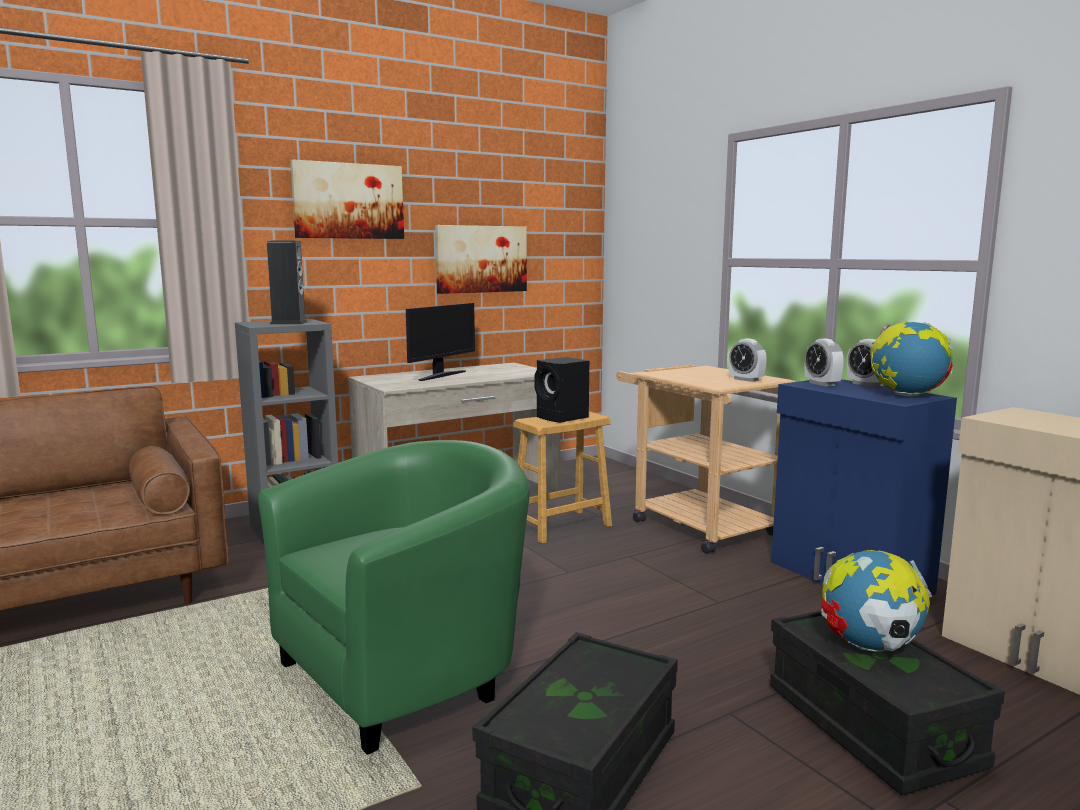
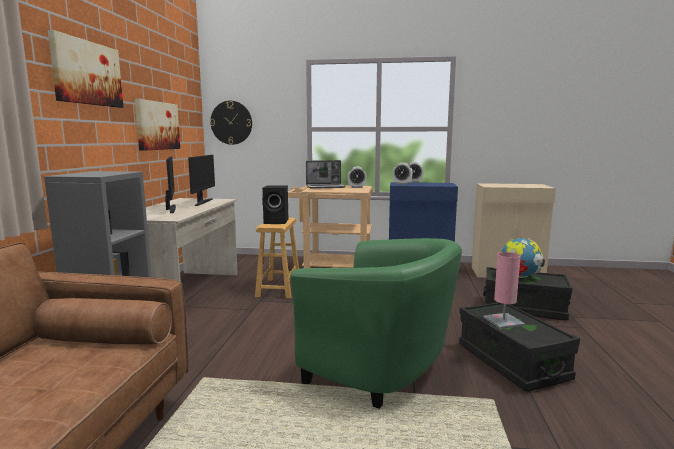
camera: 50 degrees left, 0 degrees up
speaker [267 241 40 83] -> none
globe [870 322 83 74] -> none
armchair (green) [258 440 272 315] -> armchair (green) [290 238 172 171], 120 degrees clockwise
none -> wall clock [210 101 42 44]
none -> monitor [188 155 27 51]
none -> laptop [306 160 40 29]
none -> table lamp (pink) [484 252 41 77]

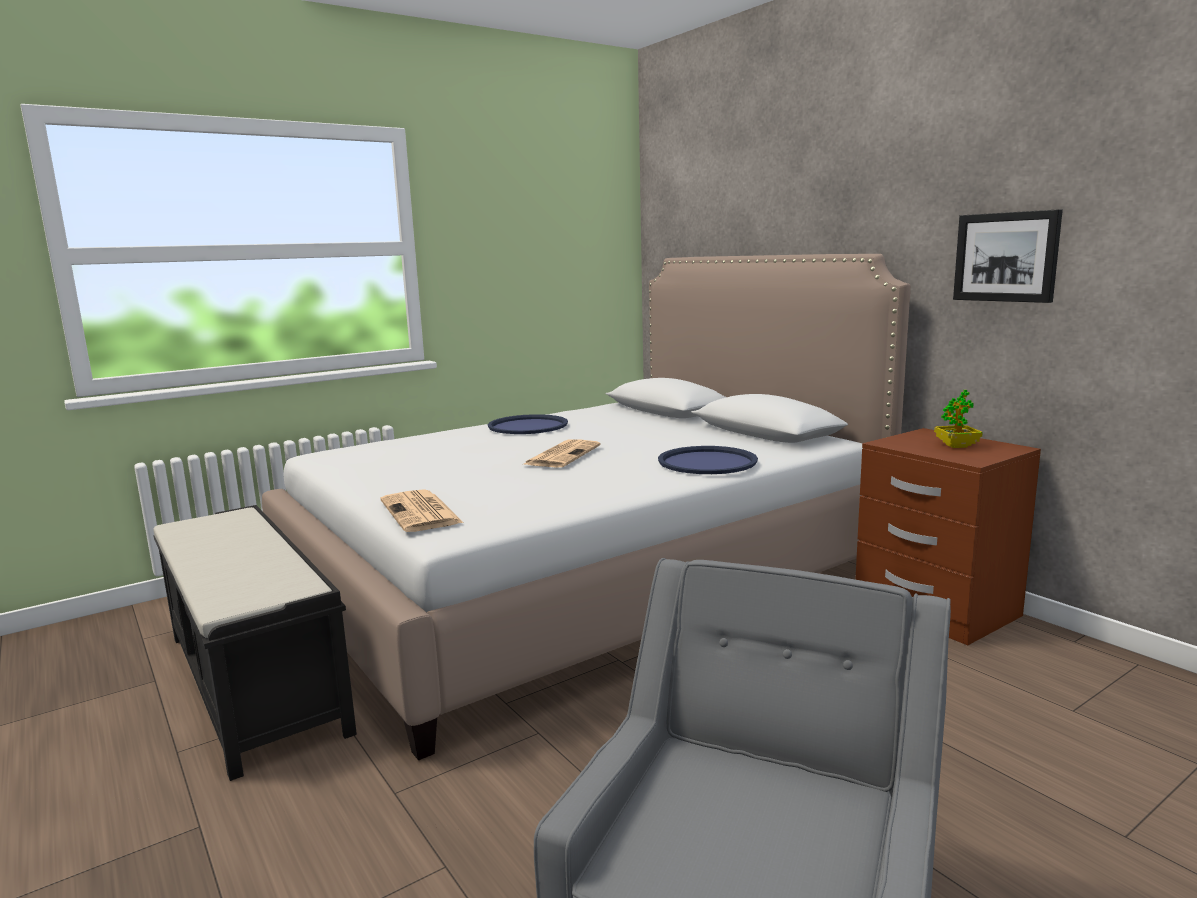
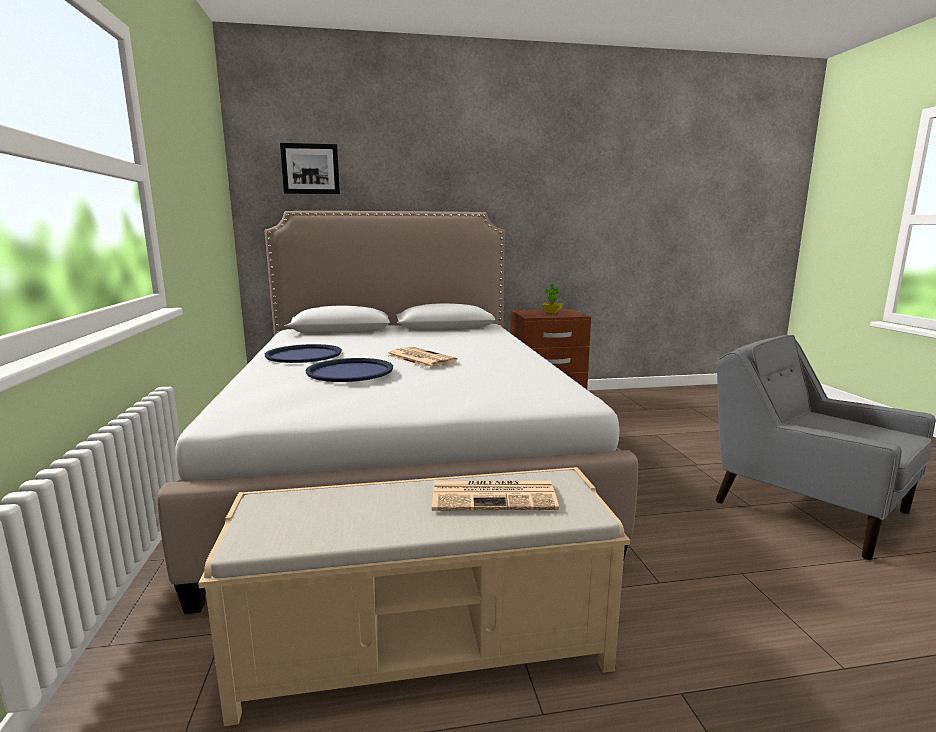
camera: 65 degrees left, 0 degrees up
picture [953 209 110 94] -> picture [280 143 60 51], move
tray (blue) [658 446 100 28] -> tray (blue) [306 358 87 24], move
newspaper [380 489 84 43] -> newspaper [432 480 127 31], move
bench (black) [153 505 204 276] -> bench (beige) [198 467 432 259]

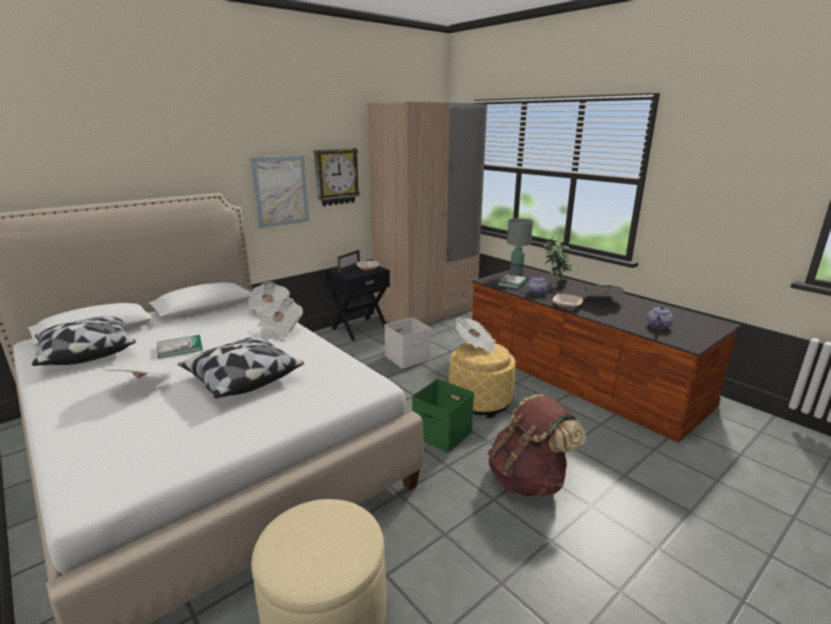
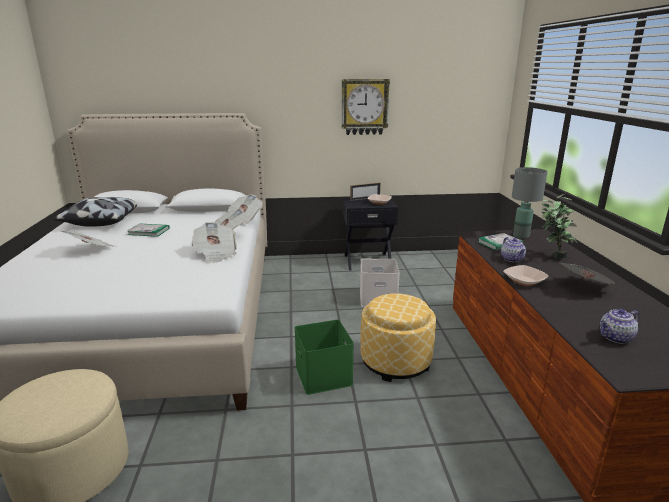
camera: 35 degrees right, 0 degrees up
wardrobe (beige) [368 101 119 223] -> none
picture [250 155 59 73] -> none
newspaper [456 318 40 35] -> newspaper [191 222 46 41], move
pillow [178 337 126 61] -> none
backpack (brown) [488 394 98 104] -> none

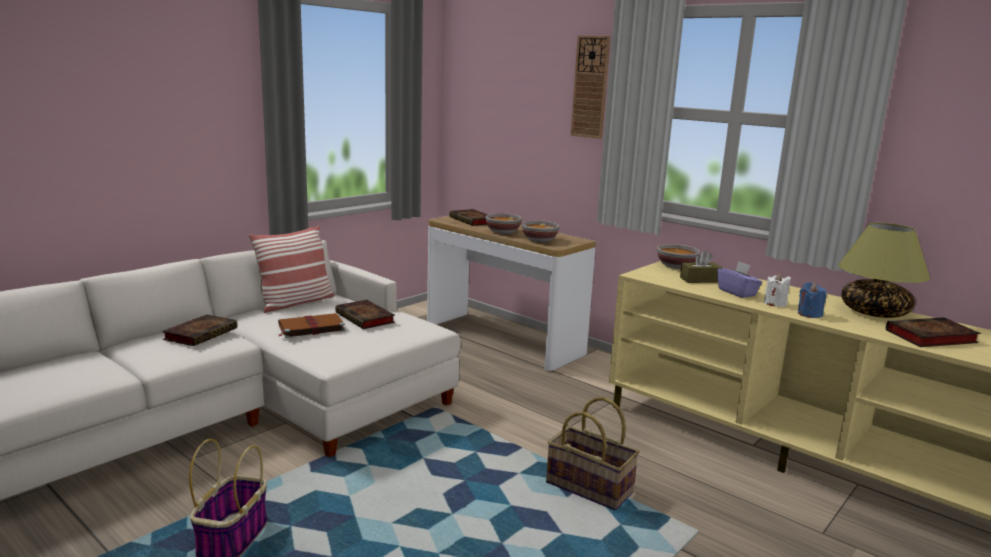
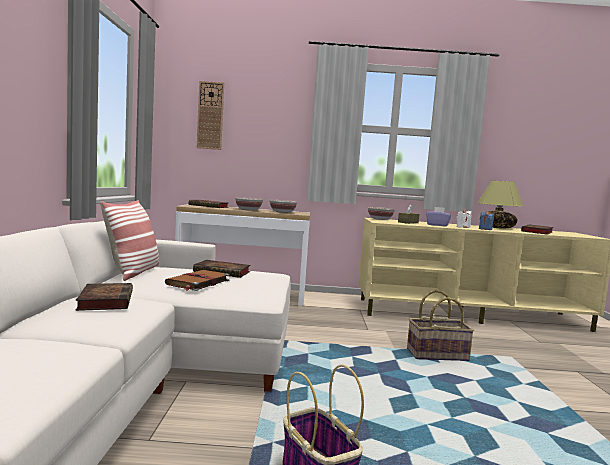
camera: 40 degrees left, 10 degrees down
wall clock [571 36 40 103] -> wall clock [197 81 27 69], move

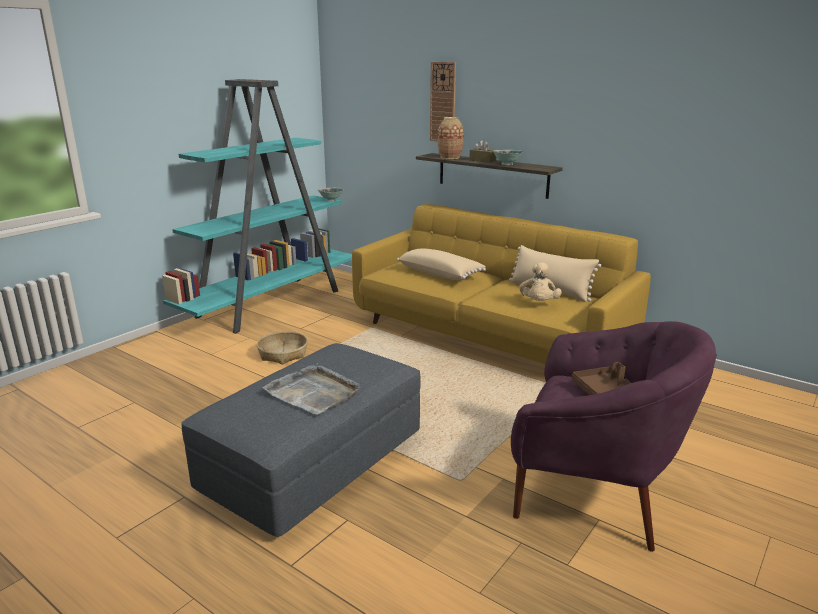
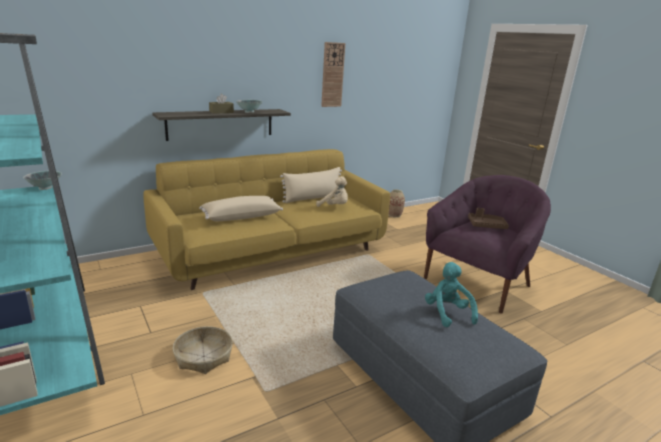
camera: 70 degrees left, 0 degrees up
wall clock [430 62 26 79] -> wall clock [321 42 24 65], move
vase [438 117 26 42] -> vase [388 189 17 29], move
tray (grey) [263 364 98 51] -> plush toy (turquoise) [425 262 53 65]

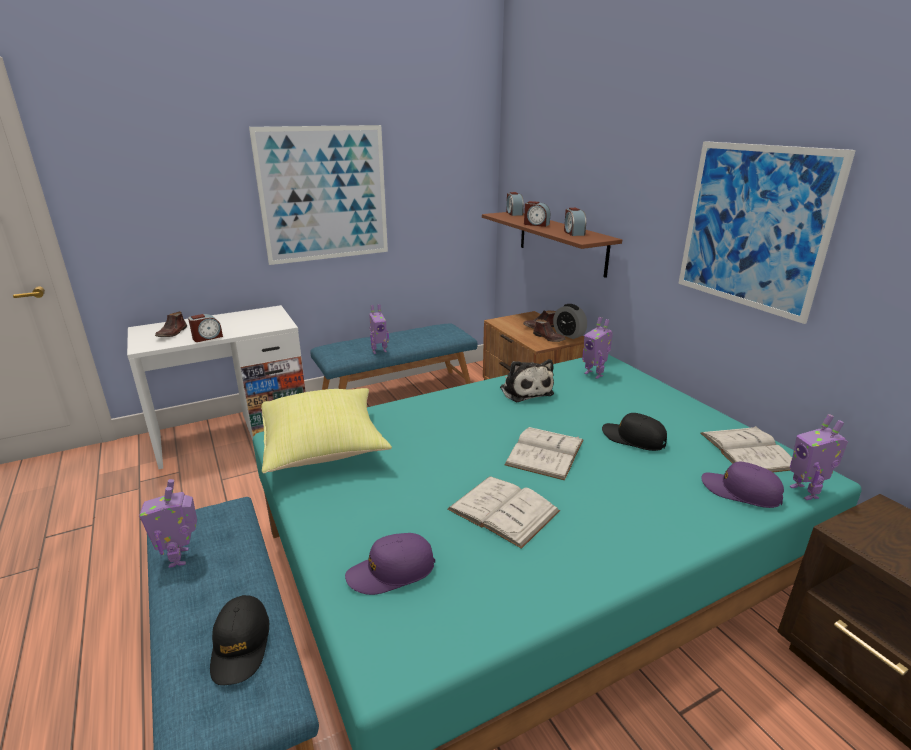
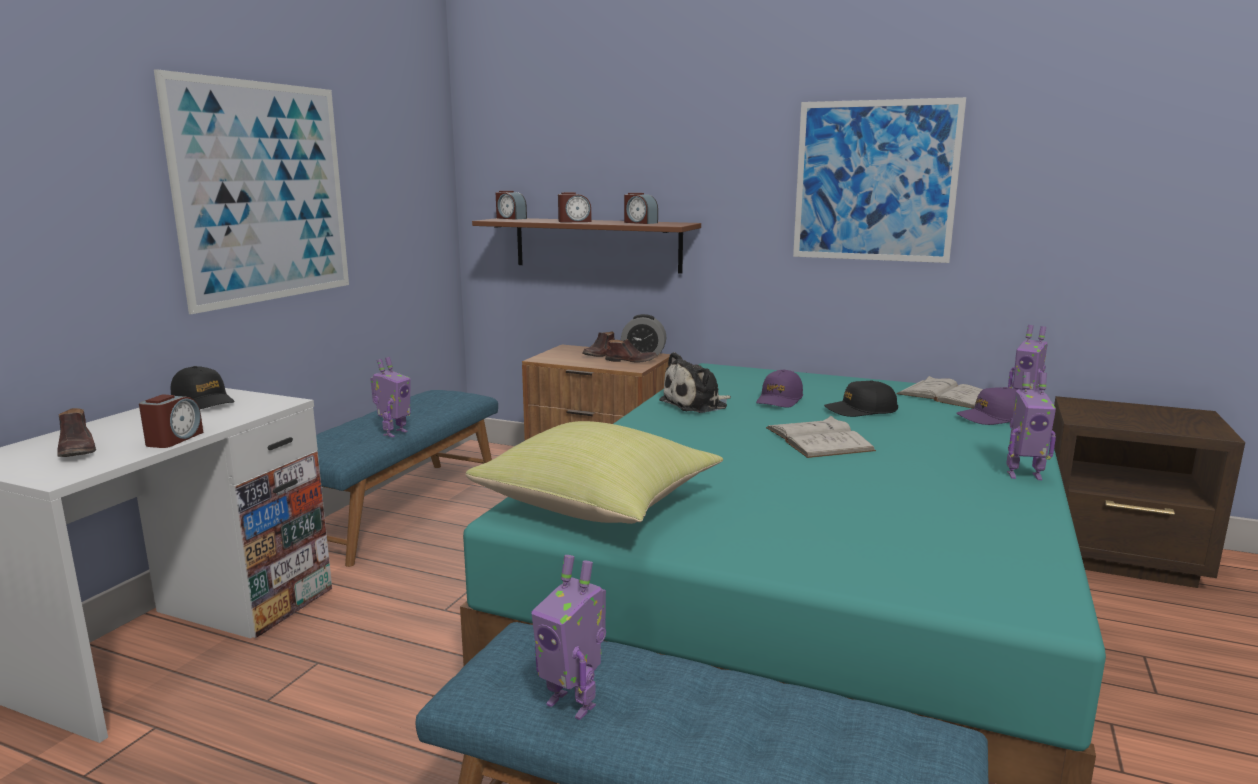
camera: 40 degrees left, 10 degrees down
toy robot [582 317 31 62] -> toy robot [1006 372 50 108], move
plush toy [500 359 54 43] -> plush toy [659 352 72 61], 120 degrees clockwise
book (white) [447 476 113 73] -> none
cap (purple) [345 533 90 62] -> cap (purple) [756 370 47 38], move
cap (black) [210 595 59 90] -> cap (black) [171 366 64 43], move

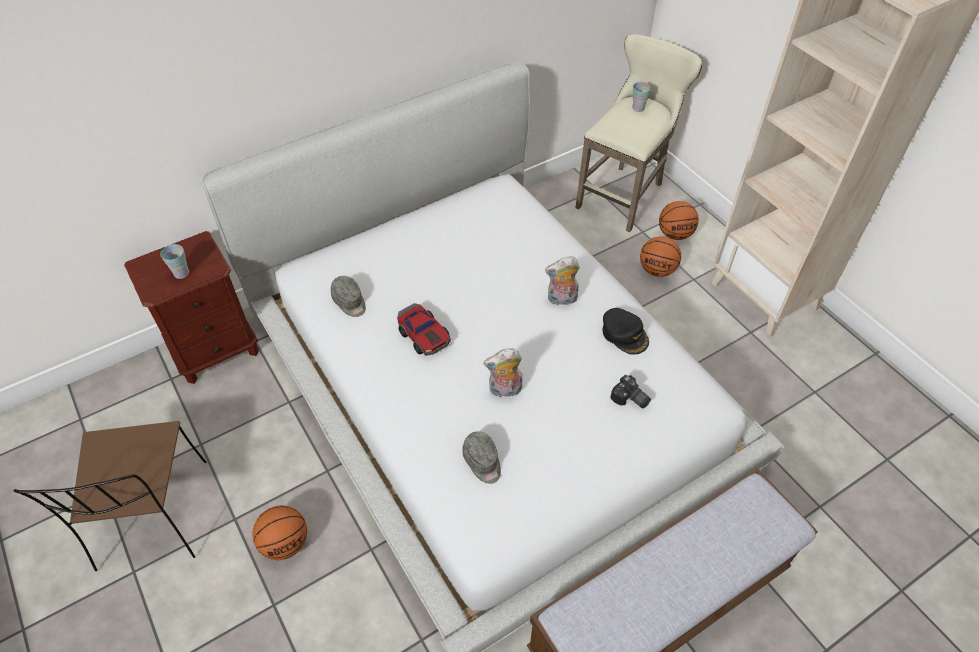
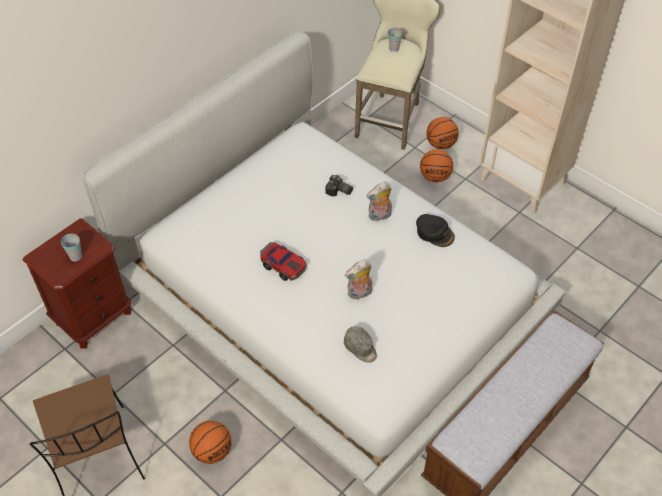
camera: 15 degrees left, 0 degrees up
cap (grey) [331 276 35 41] -> none
photo camera [610 375 41 33] -> photo camera [326 175 27 22], move

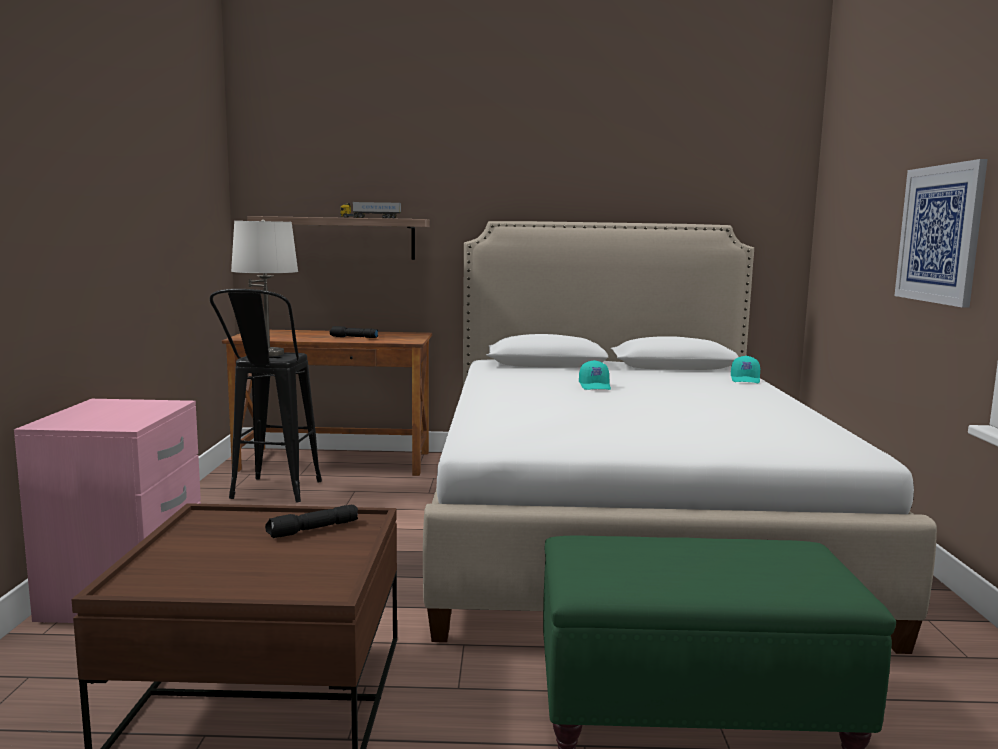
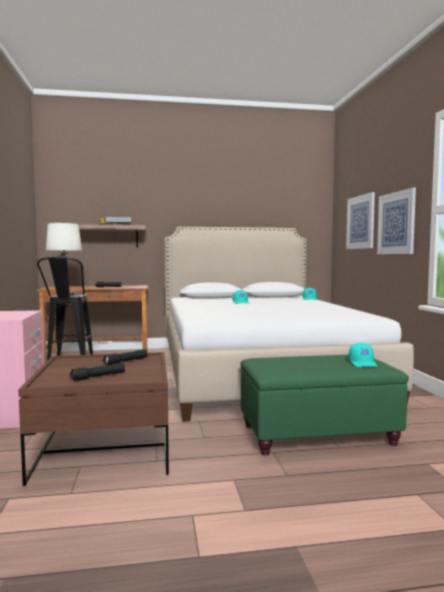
camera: 10 degrees left, 5 degrees down
none -> picture [346 192 29 57]
none -> cap (turquoise) [349 342 28 25]
none -> flashlight (black) [70 363 55 18]

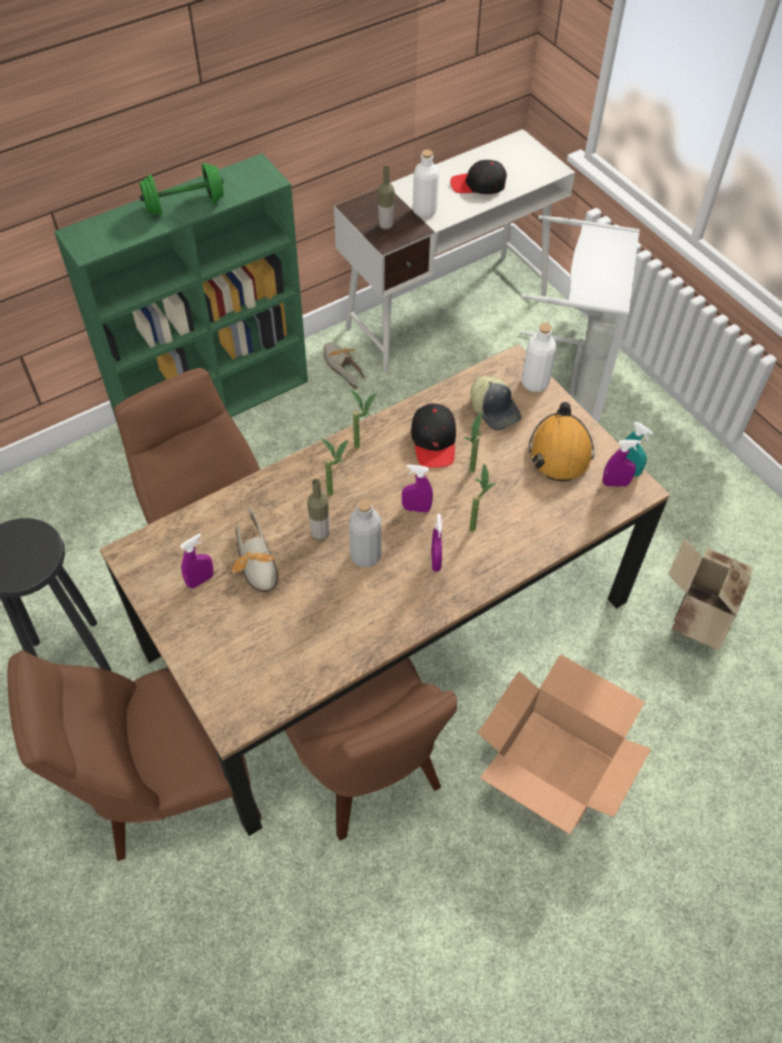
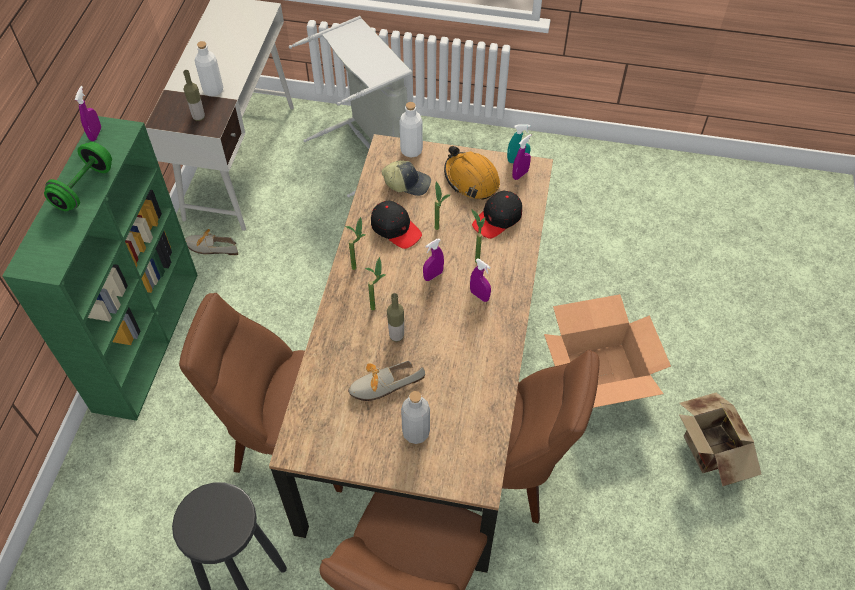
camera: 45 degrees left, 0 degrees up
cap (black) [450 160 57 34] -> cap (black) [472 191 50 48], move
bottle (grey) [349 499 32 68] -> bottle (grey) [401 391 29 53], move
shoe [232 508 46 84] -> shoe [348 361 77 40], 135 degrees clockwise
spray bottle (purple) [180 534 33 54] -> spray bottle (purple) [75 86 26 55], move
cardboard box [668 538 85 113] -> cardboard box [679 393 83 93], move

